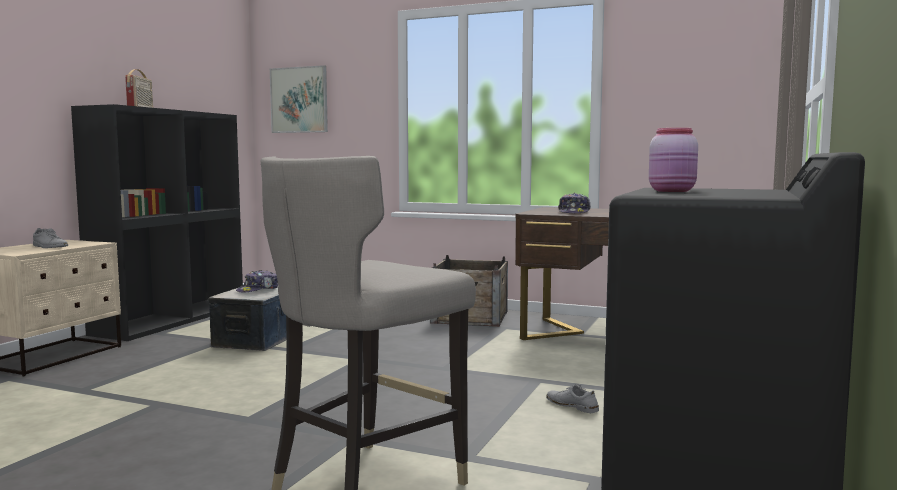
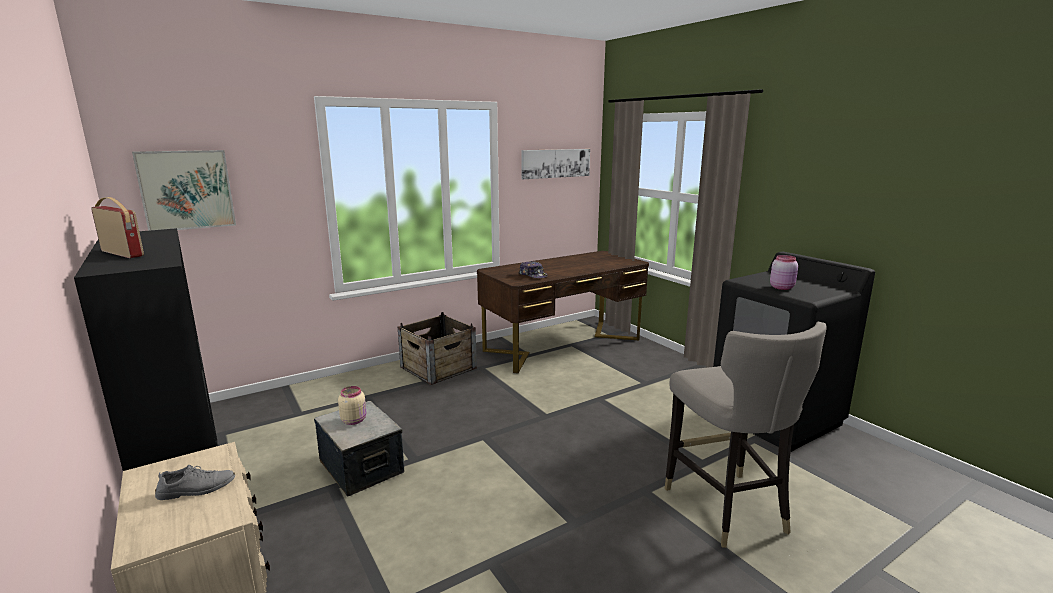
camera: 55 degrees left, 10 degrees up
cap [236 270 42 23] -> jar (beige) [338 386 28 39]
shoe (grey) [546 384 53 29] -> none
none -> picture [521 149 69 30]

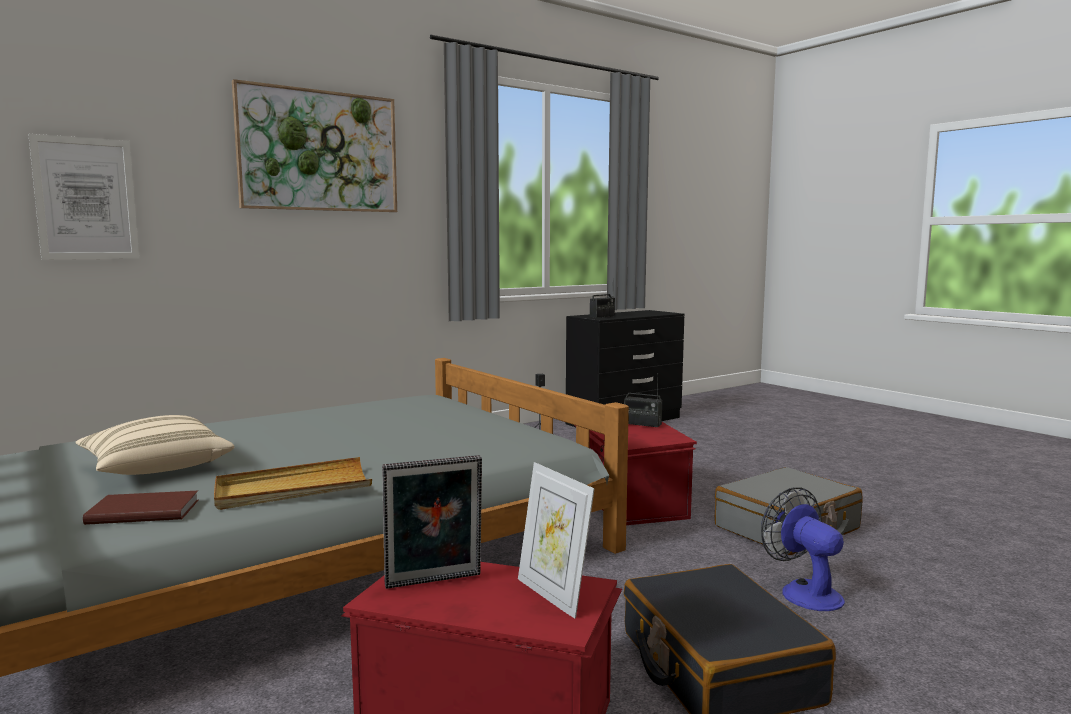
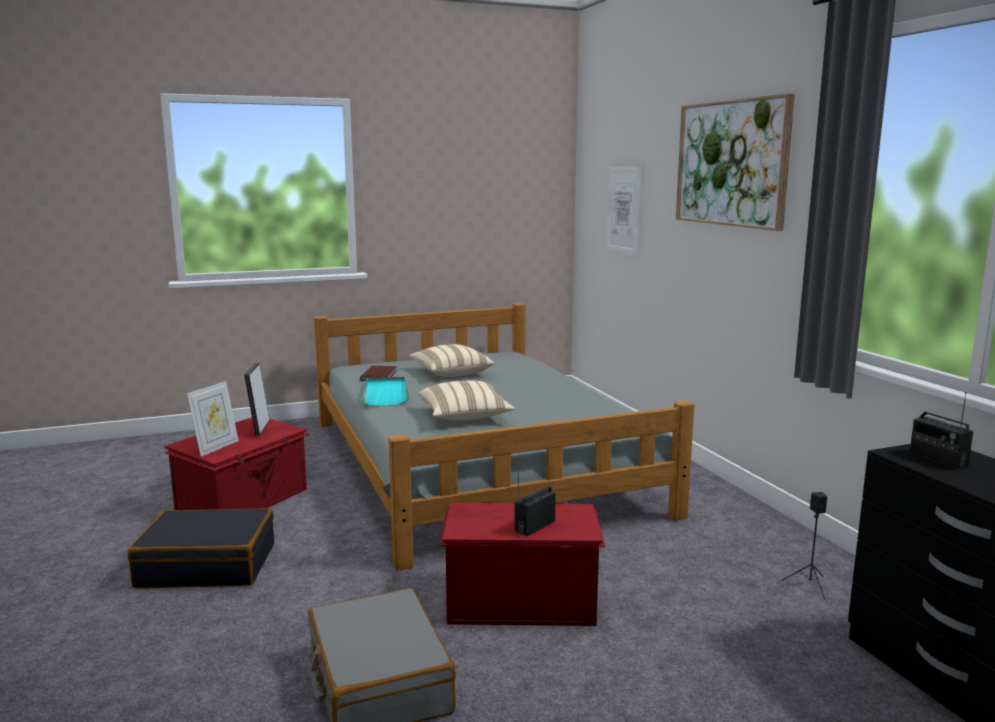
camera: 105 degrees right, 5 degrees up
tray (beige) [214 457 158 53] -> tray (turquoise) [361 377 48 29]
picture frame [518 462 77 156] -> picture frame [187 381 52 76], 135 degrees clockwise
fan [761 487 84 124] -> none
none -> pillow (beige) [418 380 97 40]

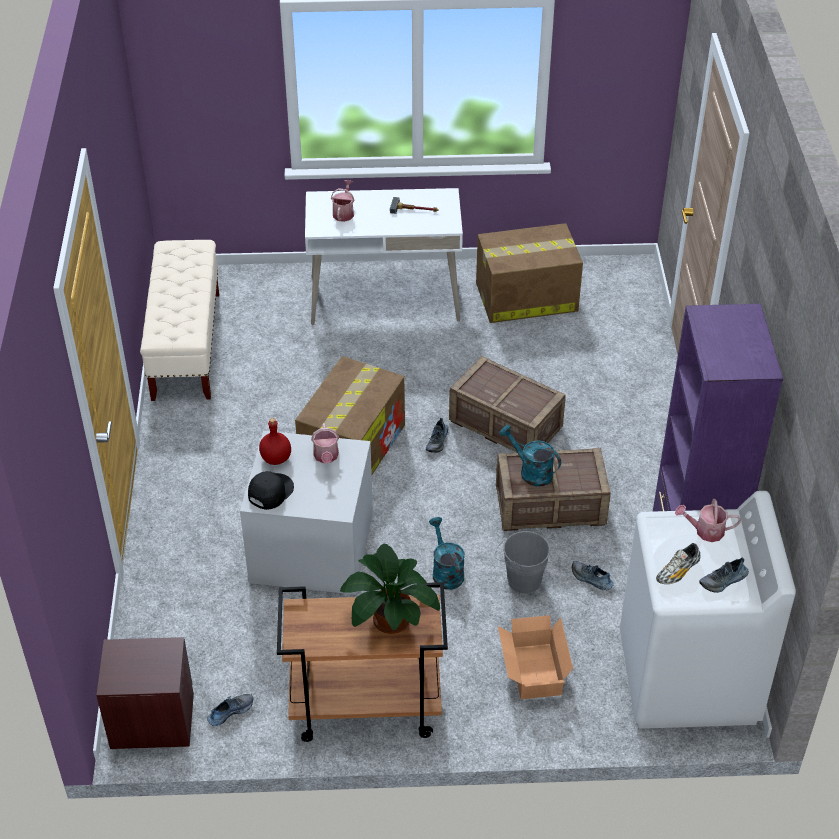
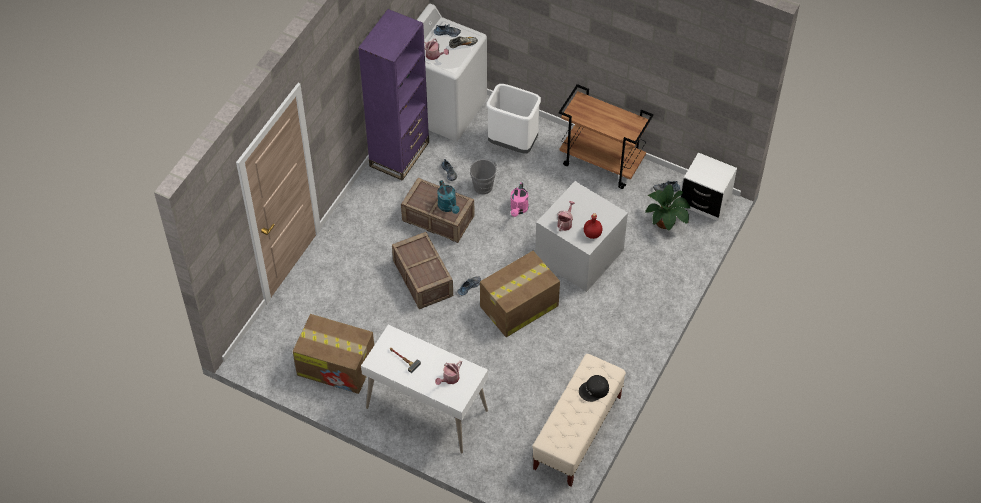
camera: 150 degrees left, 10 degrees up
cap (black) [248 471 46 39] -> cap (black) [579 375 30 27], move
watering can (turquoise) [429 517 36 73] -> watering can (pink) [510 182 19 35]
potted plant [340 544 100 90] -> potted plant [645 184 45 46], move
cardboard box [498 615 75 84] -> trash can (white) [487 84 54 69]
nightstand (brown) [96 637 98 112] -> nightstand (white) [681 153 56 68]

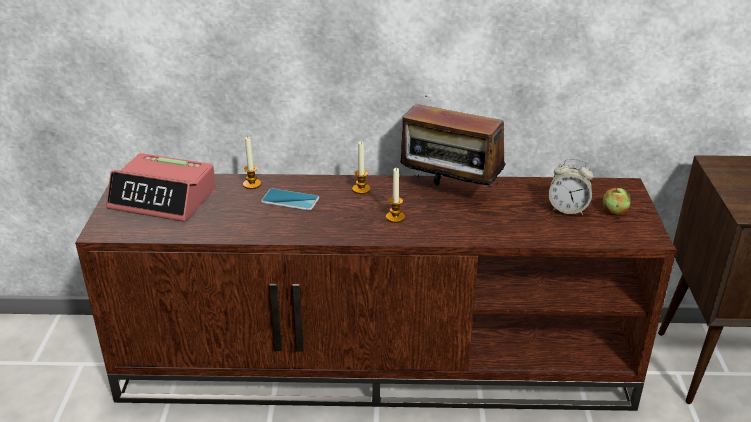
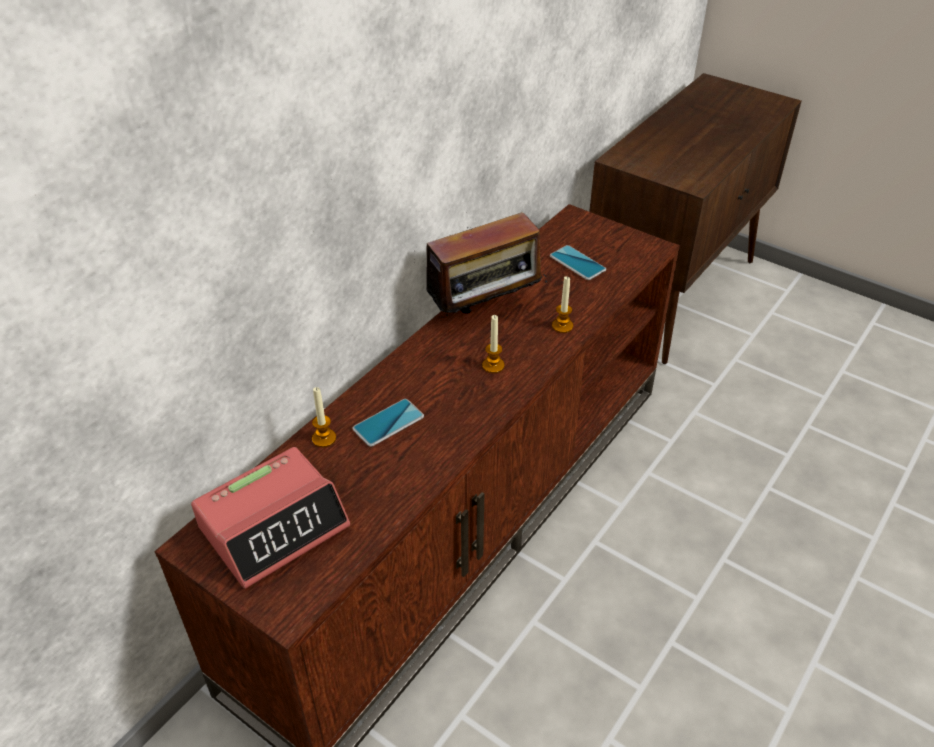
camera: 55 degrees left, 10 degrees up
candle [352 142 19 52] -> candle [552 276 21 57], move
alarm clock [549 158 45 57] -> phone [550 245 56 35]
apple [603 187 28 28] -> none

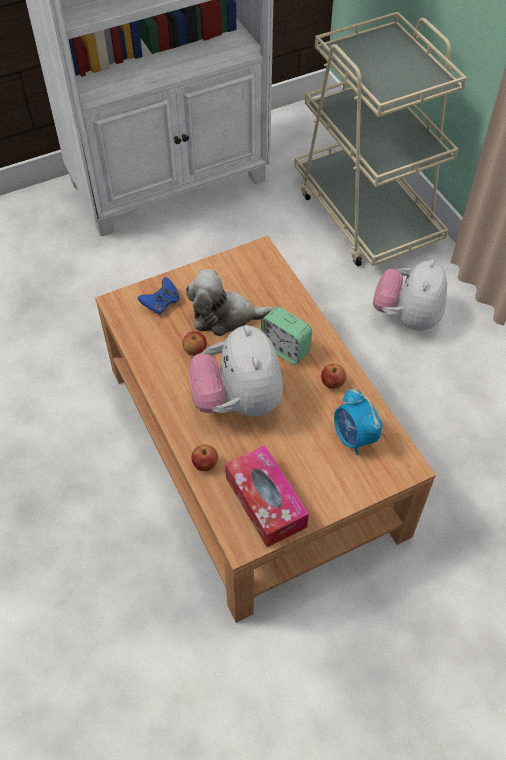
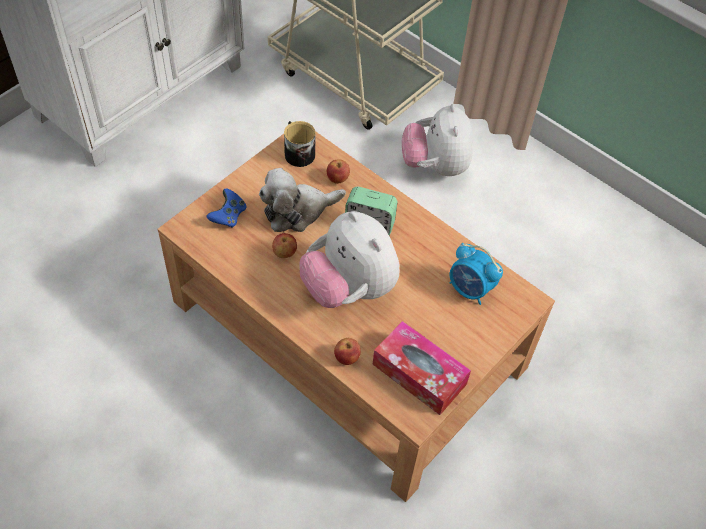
camera: 25 degrees left, 0 degrees up
apple [321 364 25 25] -> apple [327 159 23 25], move
none -> mug [284 121 32 46]

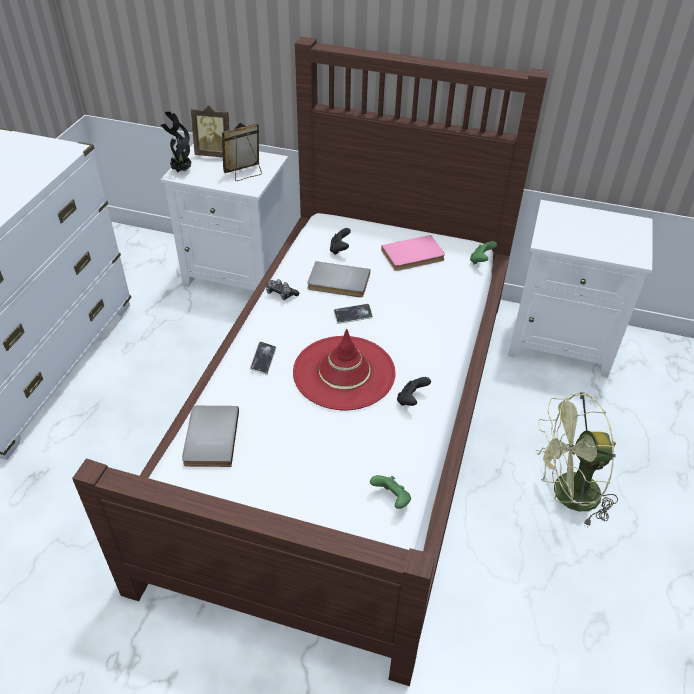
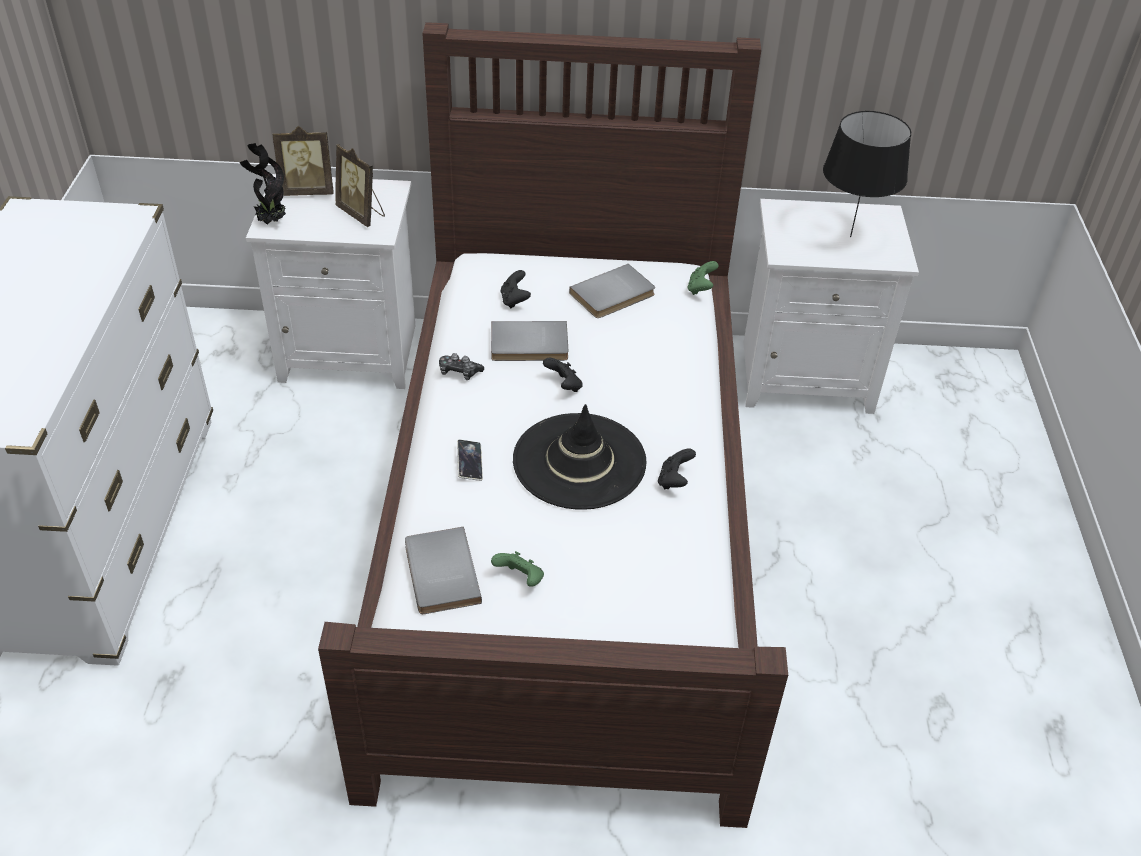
camera: 15 degrees left, 0 degrees up
picture frame [222 123 40 58] -> picture frame [335 144 50 83], 90 degrees counterclockwise
book (pink) [381 235 64 36] -> book (grey) [569 264 86 54]
phone [334 304 39 20] -> game controller (black) [543 358 40 34]
hat (red) [293 329 103 81] -> hat (black) [513 404 134 106]
fan (green) [535 392 83 136] -> none
game controller (green) [370 475 41 34] -> game controller (green) [491 551 53 36], move
none -> table lamp (black) [823 111 88 126]

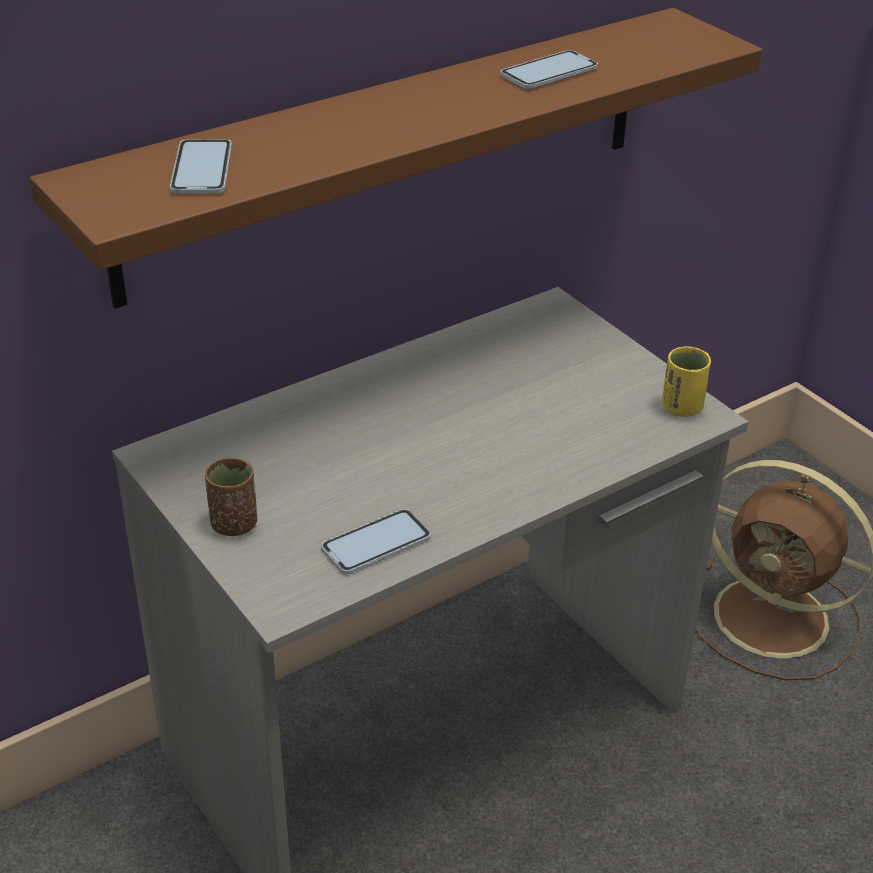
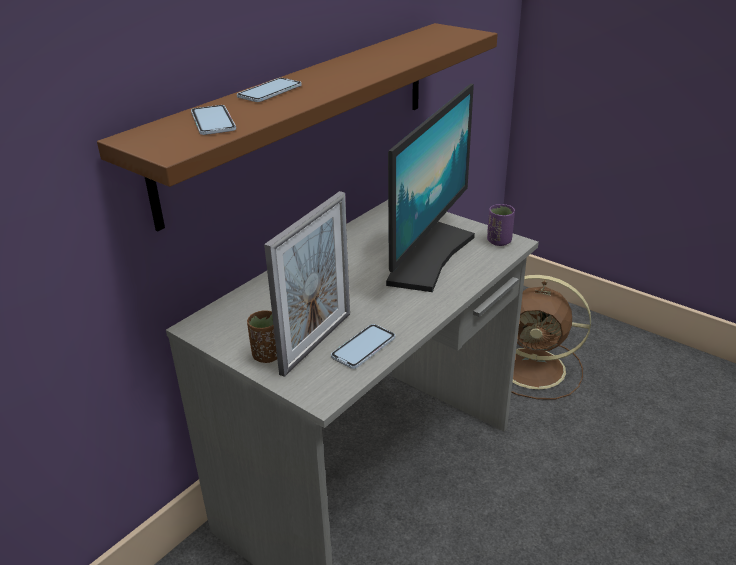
camera: 15 degrees left, 5 degrees down
phone [501 50 97 39] -> phone [237 78 65 24], move
cup (yellow) [662 346 49 71] -> cup (purple) [487 204 28 42]
none -> monitor [386 84 89 208]
none -> picture frame [264 191 86 186]

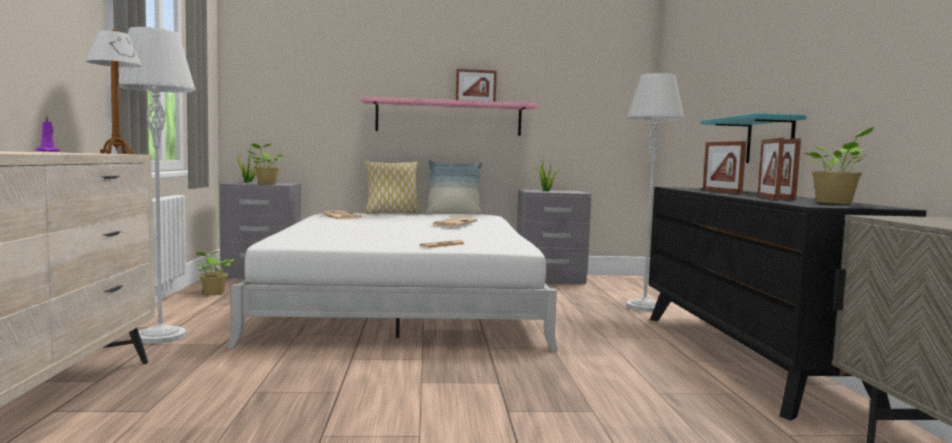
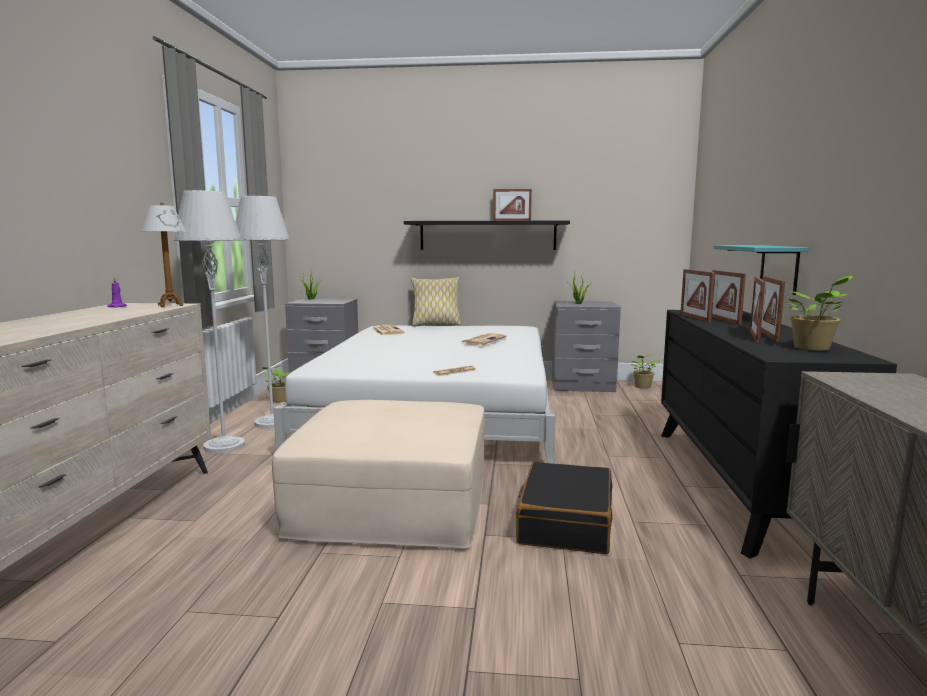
camera: 10 degrees right, 5 degrees up
floor lamp (grey) [626 73 58 239] -> floor lamp (grey) [235 196 55 233], move
shelf (pink) [361 97 178 39] -> shelf (black) [404 221 166 29]
potted plant [248 143 37 41] -> potted plant [631 354 29 35], move
pillow [426 160 56 54] -> none
none -> picture frame [680 269 35 53]
none -> ottoman (beige) [272 400 213 149]
none -> suitcase (black) [516 462 97 92]

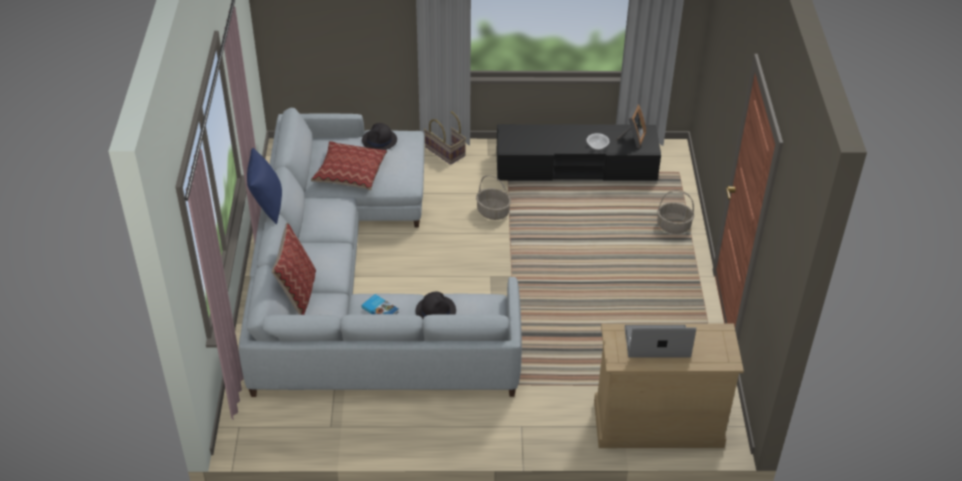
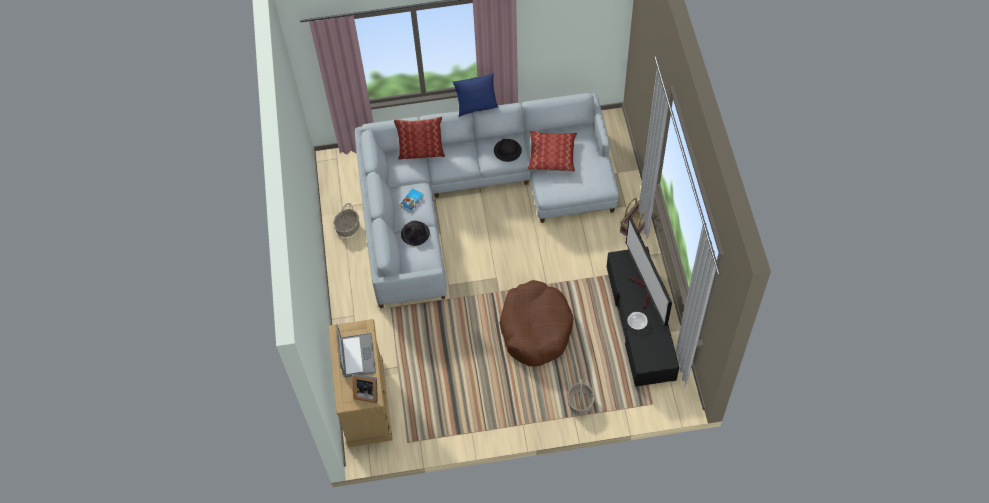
camera: 85 degrees right, 15 degrees up
picture frame [616 104 30 44] -> picture frame [353 374 25 29], move
hat (black) [362 123 35 27] -> hat (black) [494 139 28 23], move
basket [476 175 35 45] -> basket [333 203 27 34], move
none -> television [626 216 46 110]
none -> dog bed (brown) [499 280 74 86]

